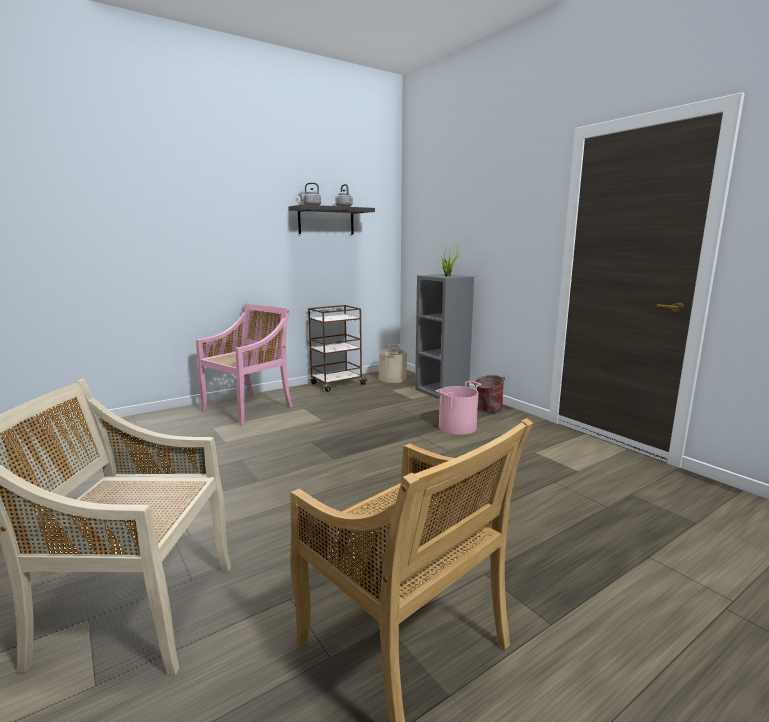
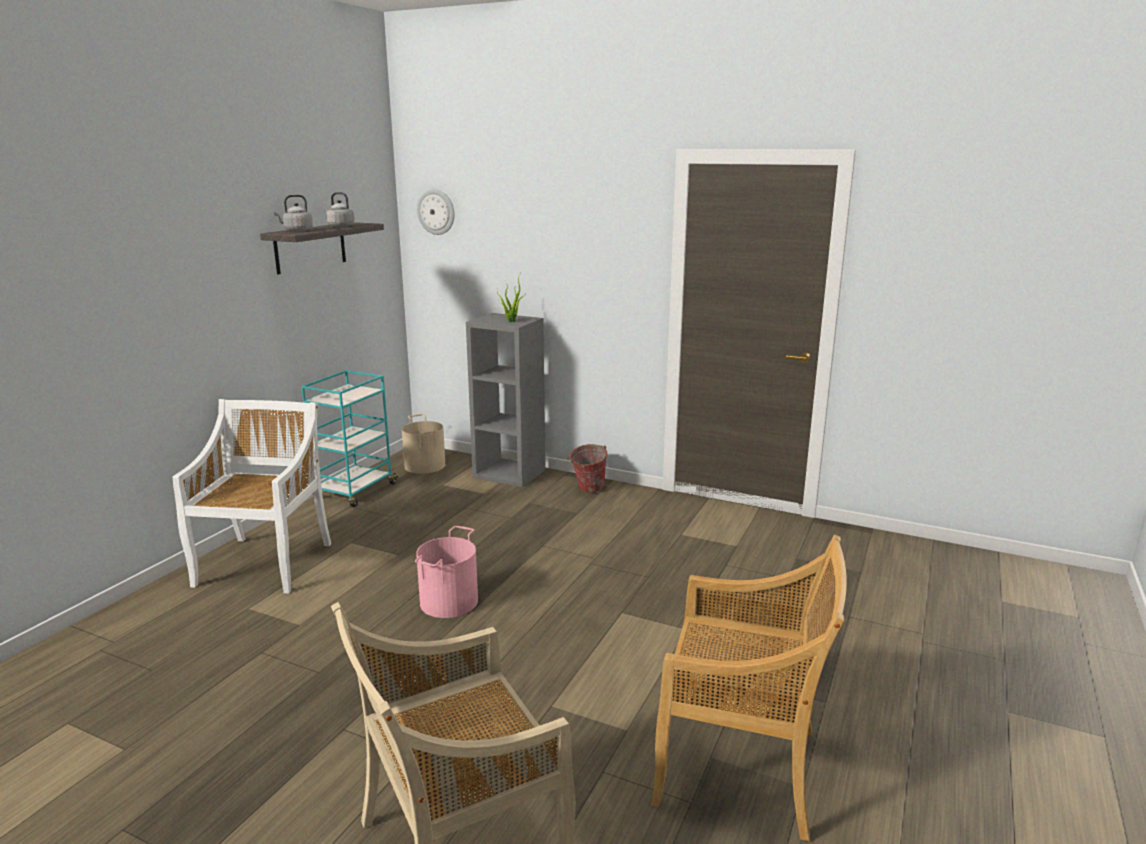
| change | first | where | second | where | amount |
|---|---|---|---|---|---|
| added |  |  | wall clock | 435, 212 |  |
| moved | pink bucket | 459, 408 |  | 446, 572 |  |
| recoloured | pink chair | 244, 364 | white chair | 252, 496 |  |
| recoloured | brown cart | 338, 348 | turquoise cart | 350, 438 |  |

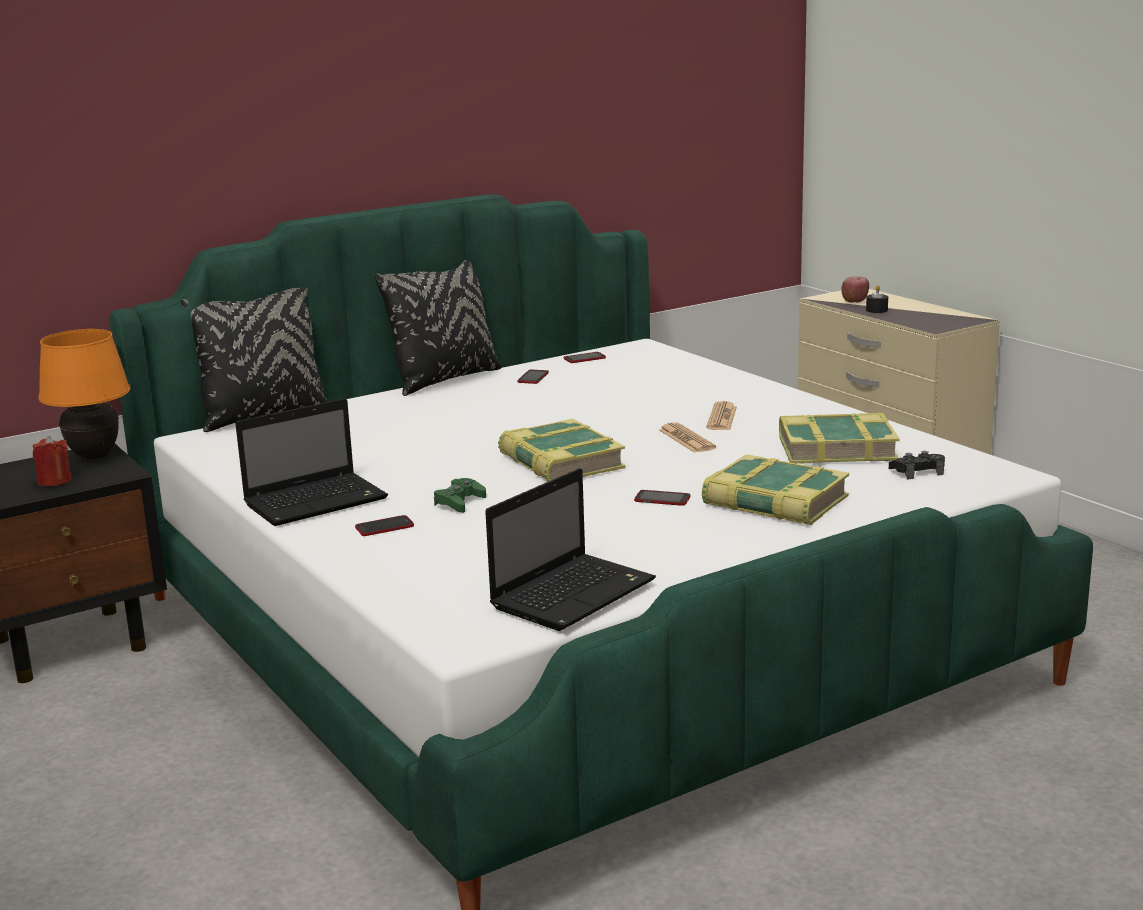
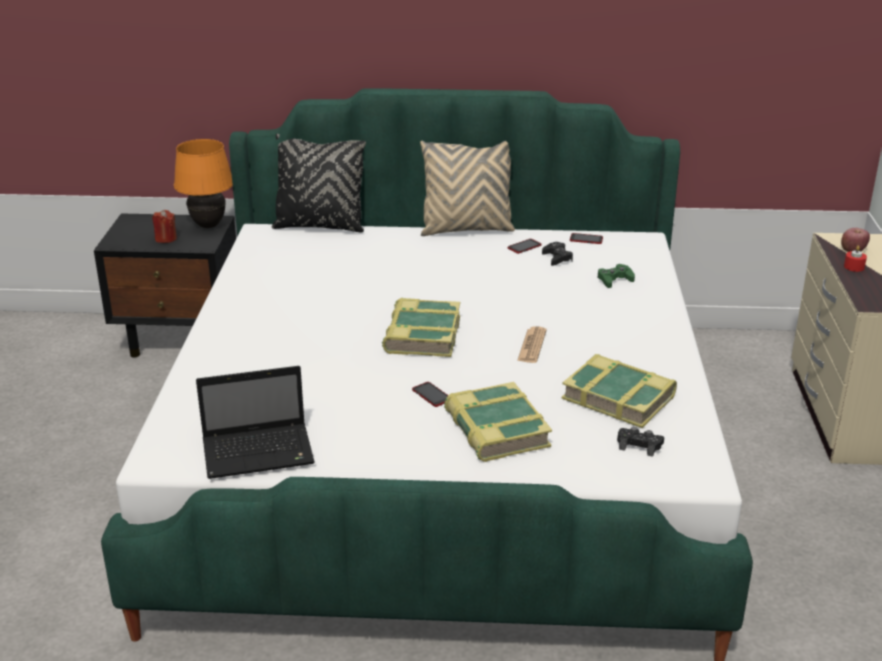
| change | first | where | second | where | amount |
|---|---|---|---|---|---|
| removed | laptop | 311, 462 |  |  |  |
| removed | phone | 384, 525 |  |  |  |
| removed | newspaper | 721, 415 |  |  |  |
| added |  |  | black game controller | 557, 254 |  |
| moved | green game controller | 460, 495 |  | 616, 276 |  |
| recoloured | black pillow | 438, 328 | beige pillow | 467, 188 |  |
| recoloured | black candle | 877, 299 | red candle | 855, 259 |  |

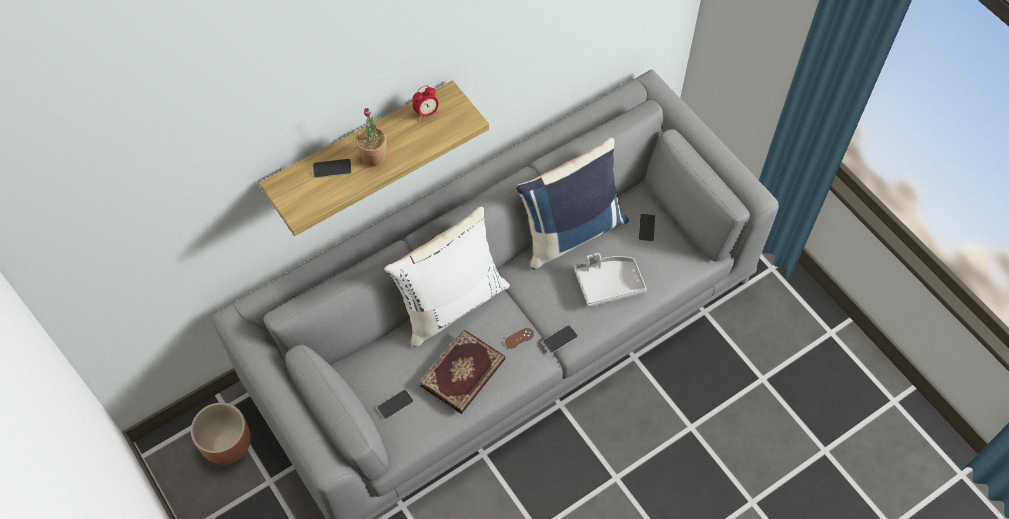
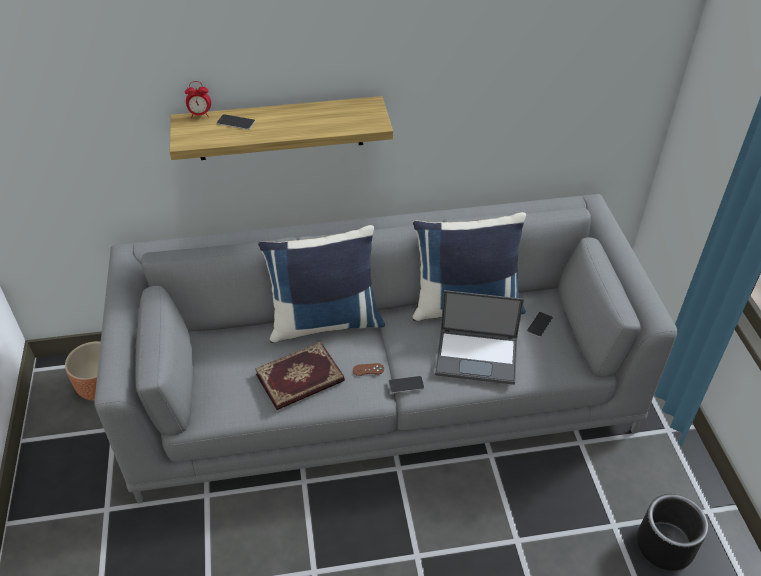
| change | first | where | second | where | amount |
|---|---|---|---|---|---|
| removed | potted plant | 371, 137 |  |  |  |
| removed | phone | 395, 405 |  |  |  |
| added |  |  | black planter | 672, 532 |  |
| moved | alarm clock | 426, 102 |  | 198, 100 |  |
| replaced | grey tray | 610, 280 | laptop | 479, 337 |  |
| recoloured | white pillow | 447, 277 | blue pillow | 321, 284 |  |

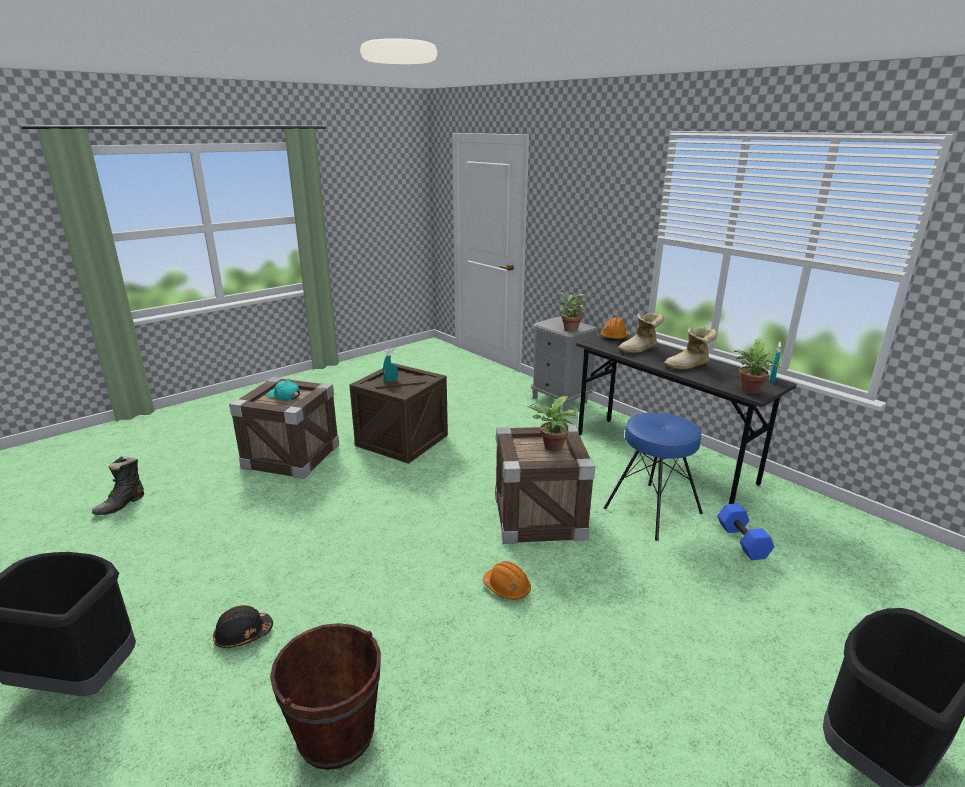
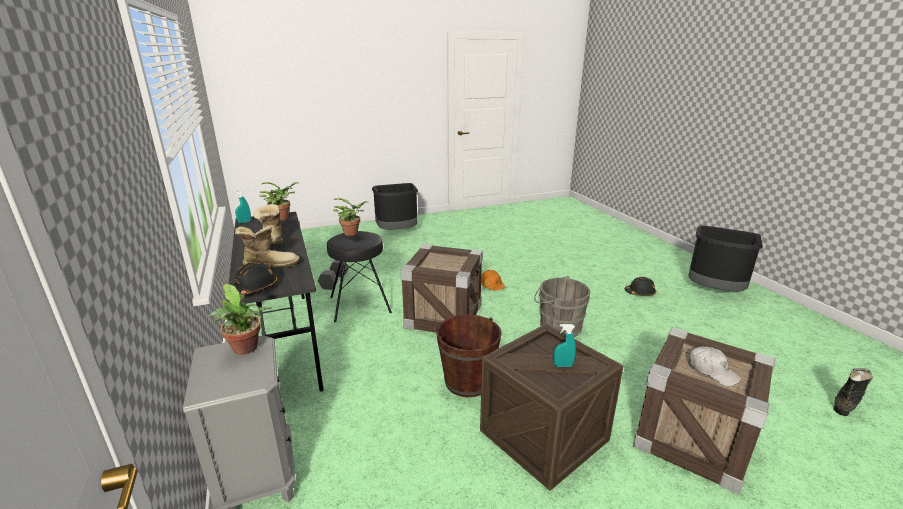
| change | first | where | second | where | amount |
|---|---|---|---|---|---|
| added |  |  | grey bucket | 562, 306 |  |
| moved | brown bucket | 325, 696 |  | 469, 356 |  |
| moved | potted plant | 551, 423 |  | 350, 217 |  |
| recoloured | turquoise cap | 283, 390 | white cap | 715, 366 |  |
| recoloured | orange hard hat | 614, 329 | black hard hat | 255, 278 |  |
| recoloured | blue stool | 653, 476 | black stool | 359, 276 |  |
| recoloured | blue dumbbell | 745, 531 | grey dumbbell | 333, 275 |  |
| turned | boot | 690, 348 |  | 268, 224 | 120 degrees counterclockwise |

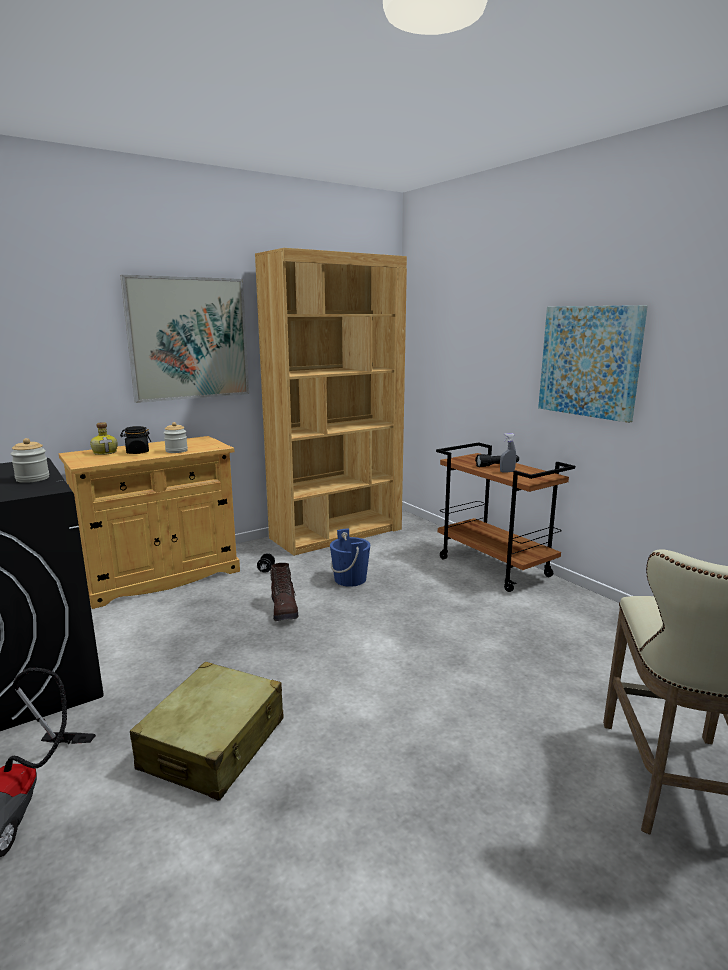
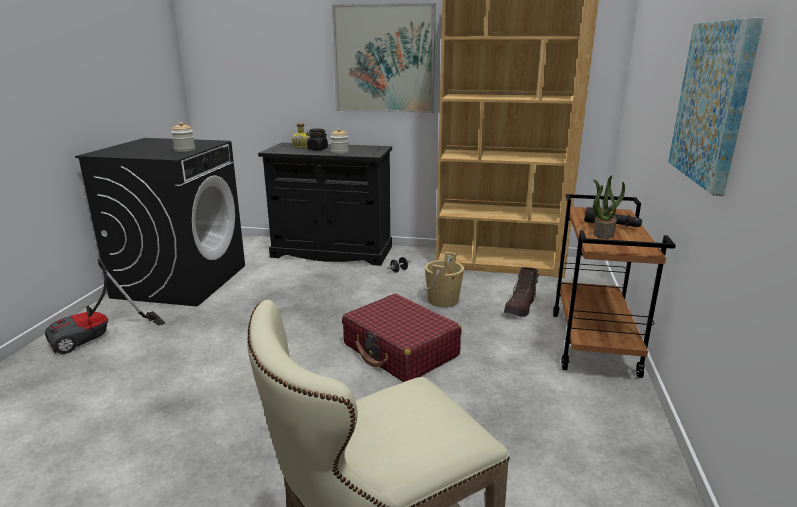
| change | first | where | second | where | amount |
|---|---|---|---|---|---|
| removed | beige suitcase | 206, 731 |  |  |  |
| added |  |  | red suitcase | 401, 338 |  |
| moved | brown boot | 284, 592 |  | 521, 292 |  |
| replaced | grey spray bottle | 508, 453 | potted plant | 609, 207 |  |
| recoloured | beige cabinet | 149, 522 | black cabinet | 325, 204 |  |
| recoloured | blue bucket | 350, 557 | beige bucket | 444, 280 |  |

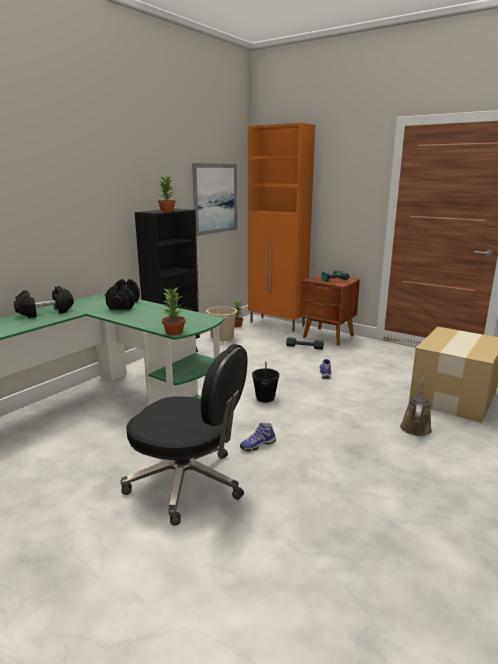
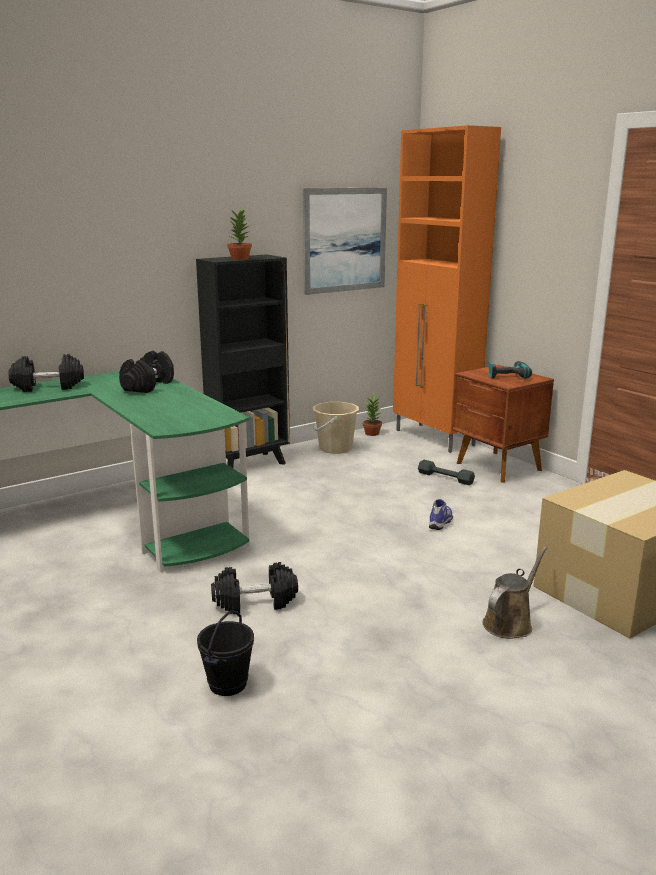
| change | first | where | second | where | amount |
|---|---|---|---|---|---|
| removed | black office chair | 184, 435 |  |  |  |
| removed | potted plant | 173, 311 |  |  |  |
| moved | black bucket | 265, 382 |  | 225, 653 |  |
| replaced | shoe | 258, 437 | black dumbbell | 254, 588 |  |

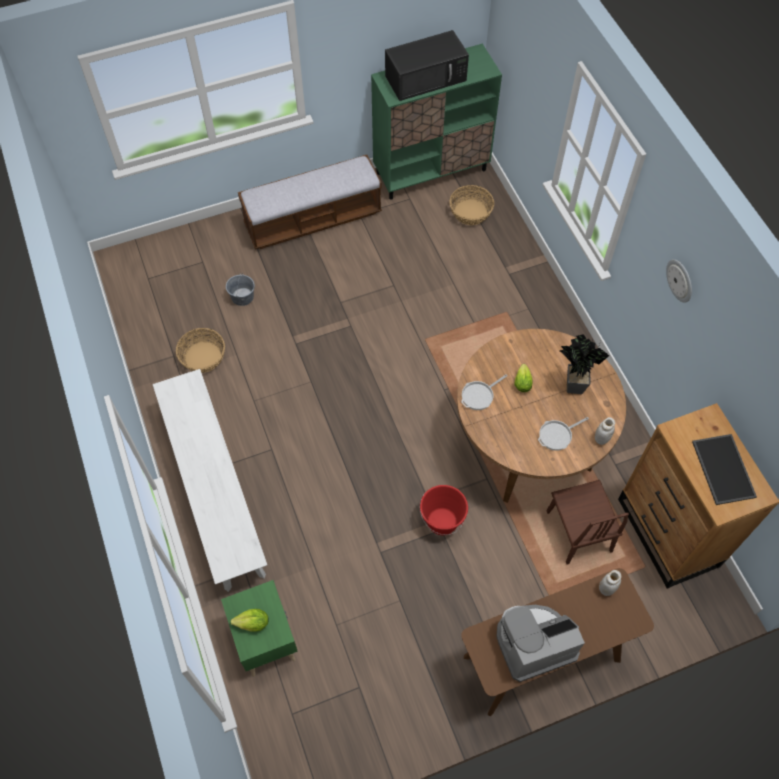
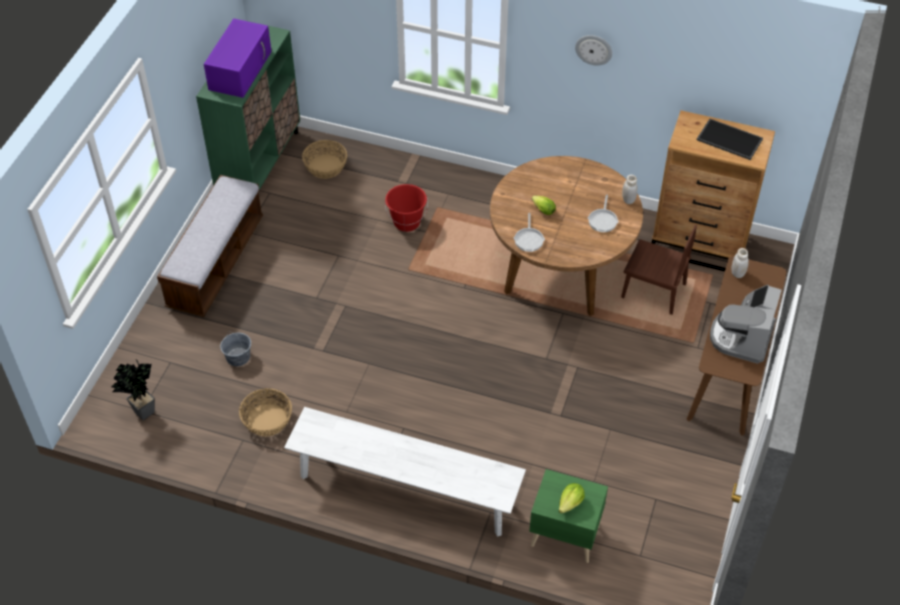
| change | first | where | second | where | amount |
|---|---|---|---|---|---|
| moved | red bucket | 444, 510 |  | 406, 208 |  |
| moved | potted plant | 585, 364 |  | 133, 389 |  |
| recoloured | black microwave | 427, 65 | purple microwave | 238, 58 |  |

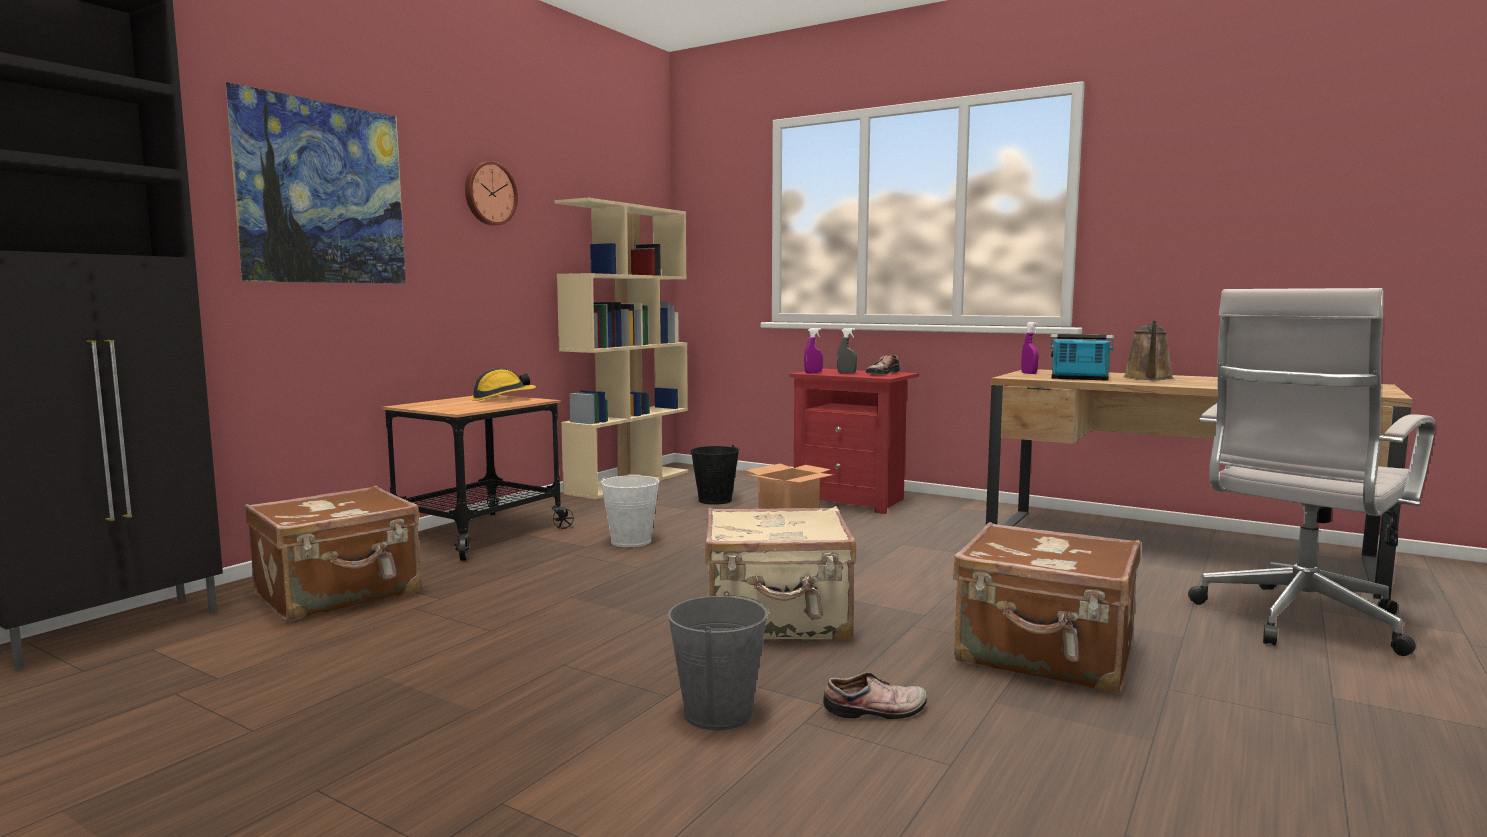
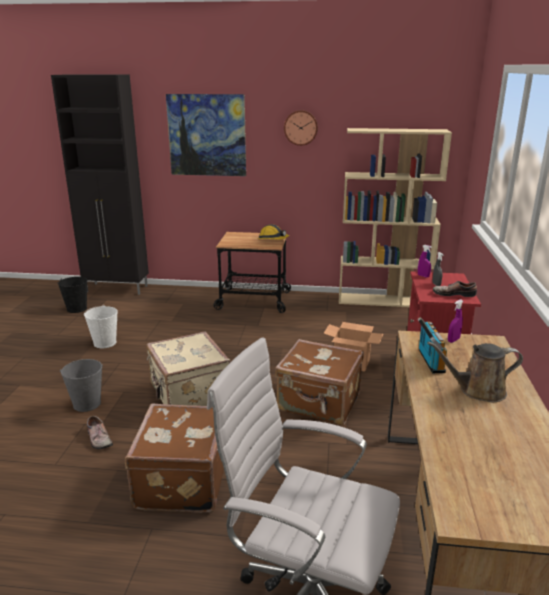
| change | first | where | second | where | amount |
|---|---|---|---|---|---|
| moved | brown suitcase | 333, 553 |  | 319, 382 |  |
| moved | white bucket | 630, 511 |  | 101, 326 |  |
| moved | black bucket | 715, 475 |  | 73, 295 |  |

